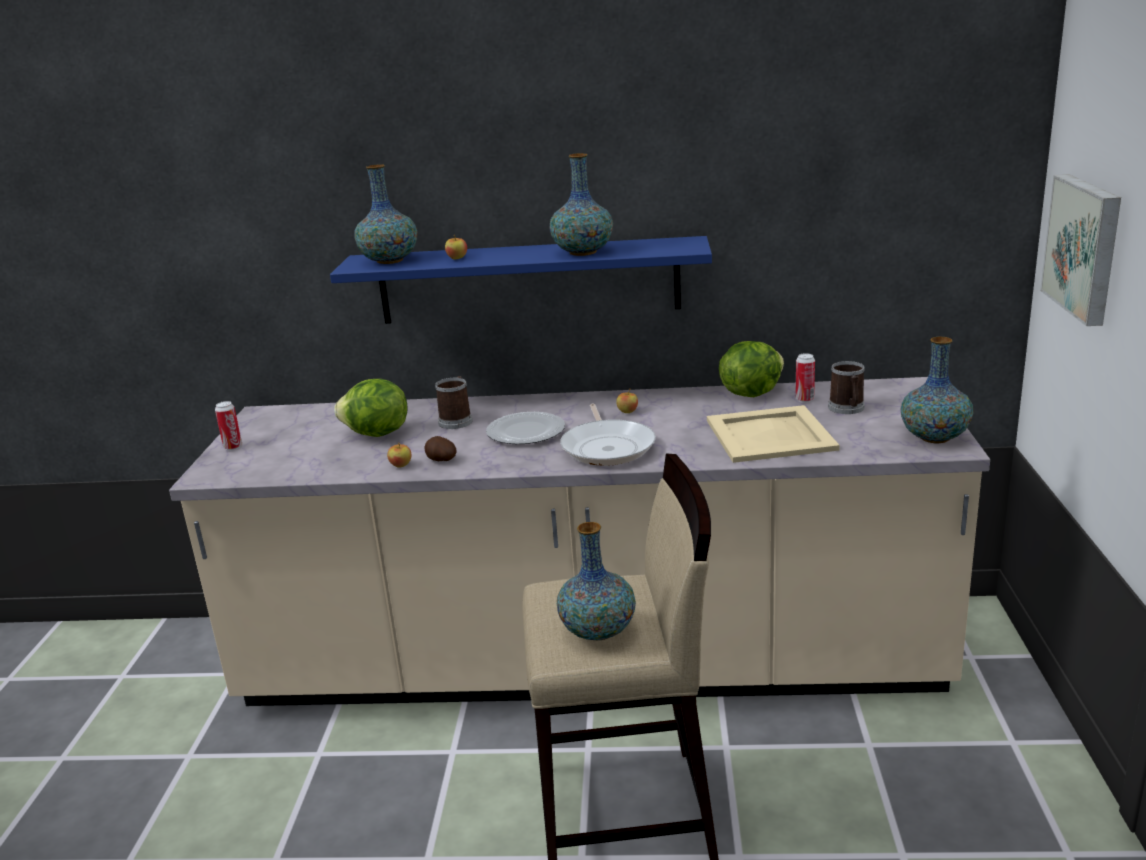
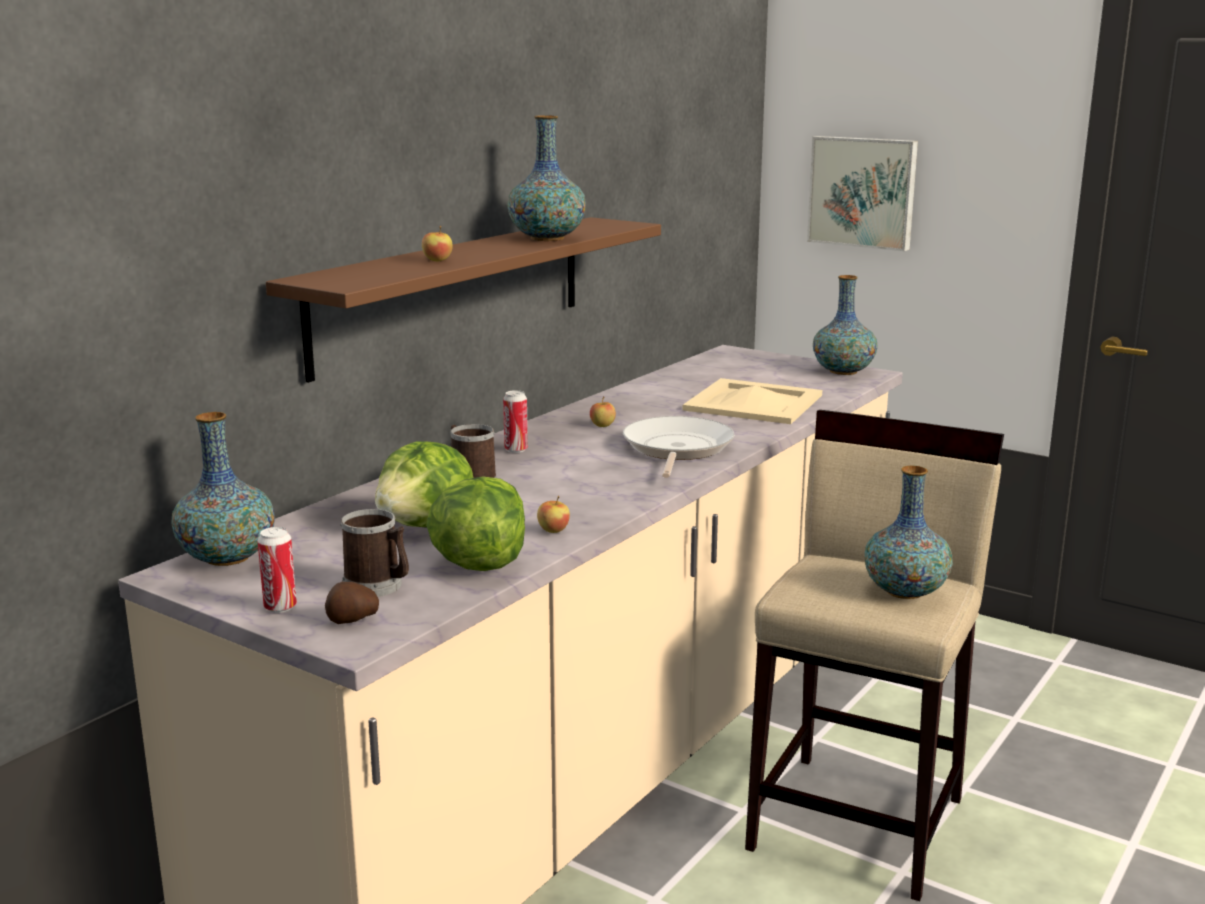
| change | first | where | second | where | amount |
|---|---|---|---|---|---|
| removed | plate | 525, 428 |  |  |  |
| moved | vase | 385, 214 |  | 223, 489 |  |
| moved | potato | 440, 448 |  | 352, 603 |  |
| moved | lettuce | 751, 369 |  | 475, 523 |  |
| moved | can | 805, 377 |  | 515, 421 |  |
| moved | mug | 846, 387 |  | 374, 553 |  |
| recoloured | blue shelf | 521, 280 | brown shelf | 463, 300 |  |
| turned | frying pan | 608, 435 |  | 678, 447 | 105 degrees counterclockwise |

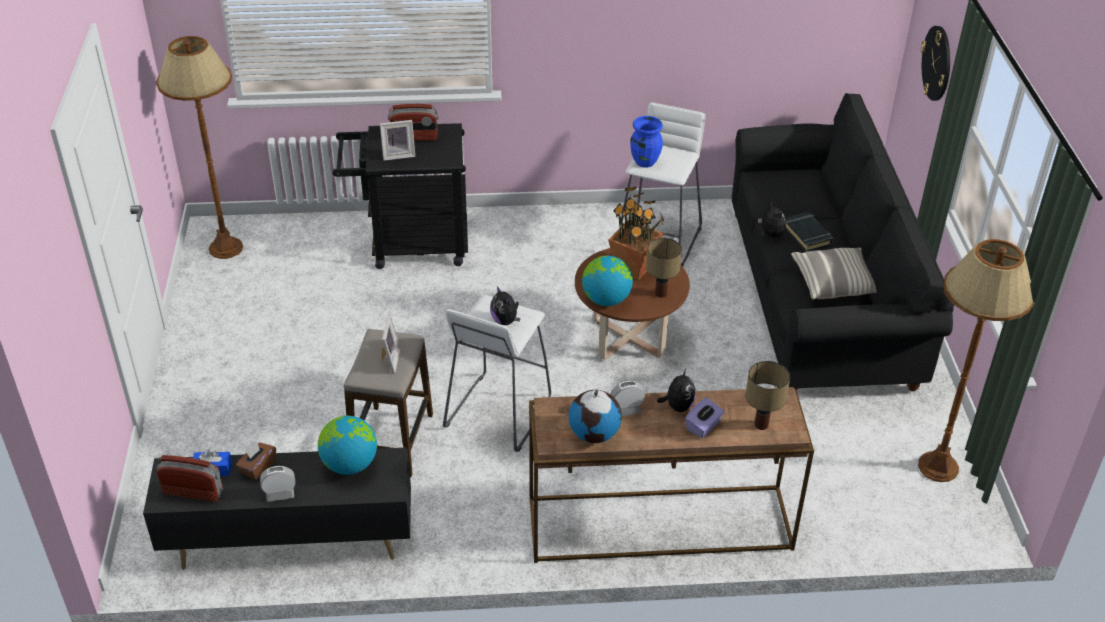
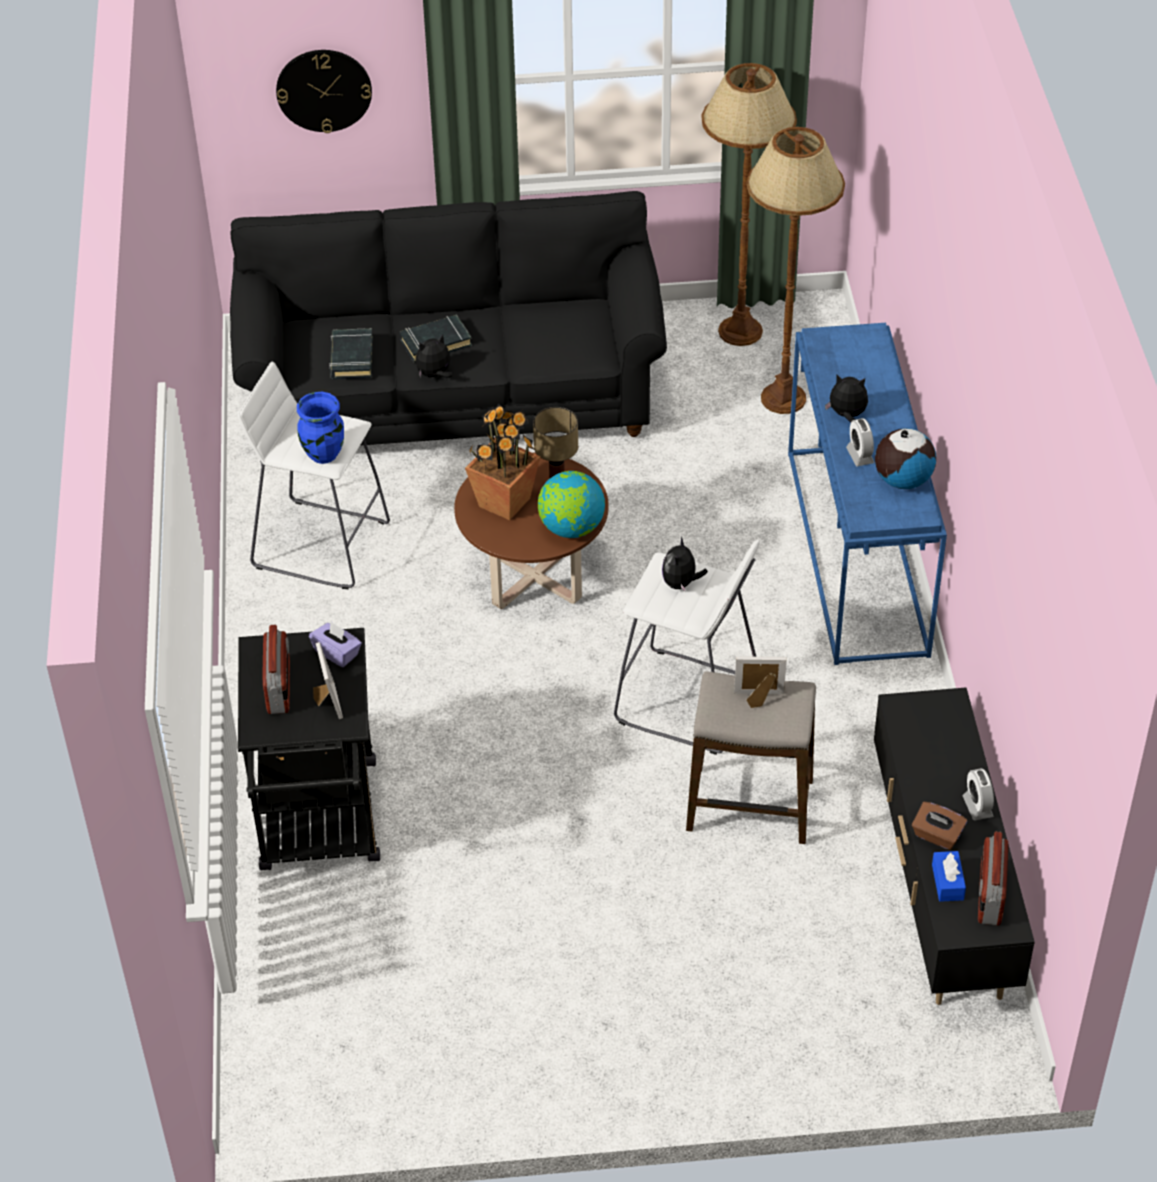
| change | first | where | second | where | amount |
|---|---|---|---|---|---|
| removed | globe | 347, 445 |  |  |  |
| removed | table lamp | 767, 395 |  |  |  |
| removed | pillow | 834, 274 |  |  |  |
| added |  |  | black book | 351, 354 |  |
| moved | brown floor lamp | 199, 147 |  | 795, 270 |  |
| moved | purple tissue box | 704, 418 |  | 335, 644 |  |
| recoloured | brown console table | 671, 475 | blue console table | 867, 494 |  |
| turned | plush toy | 505, 305 |  | 685, 564 | 135 degrees clockwise |

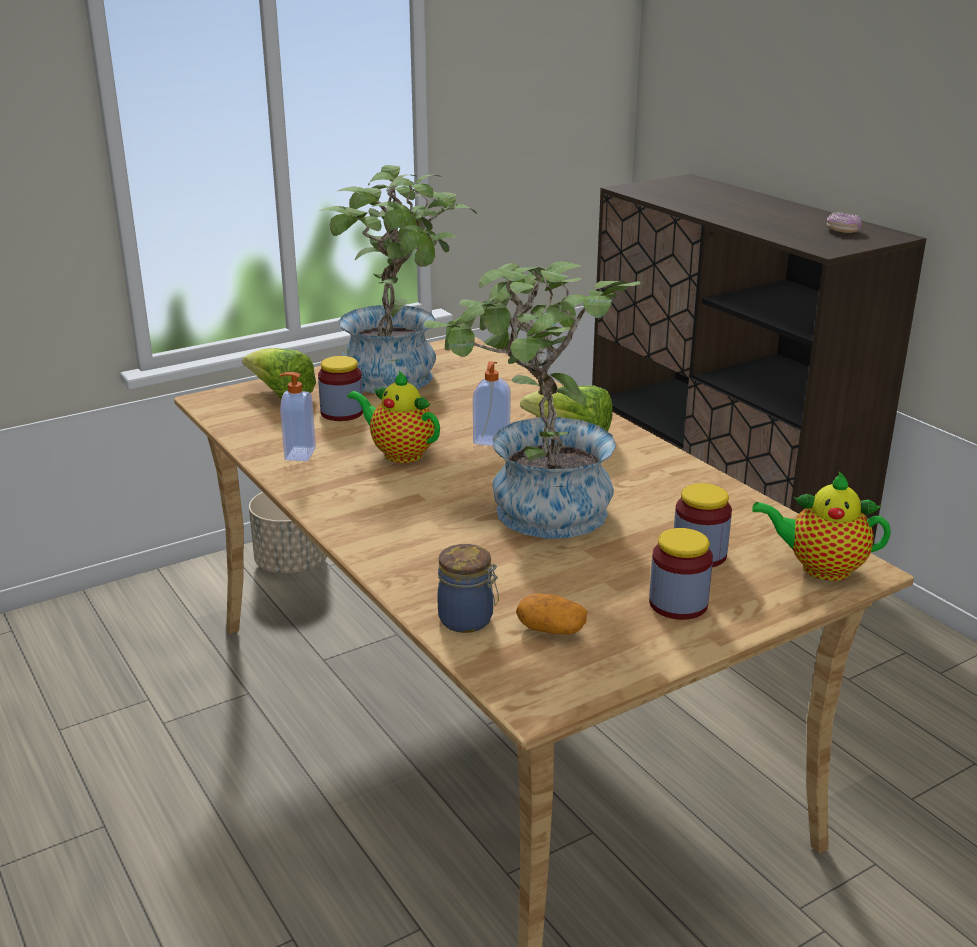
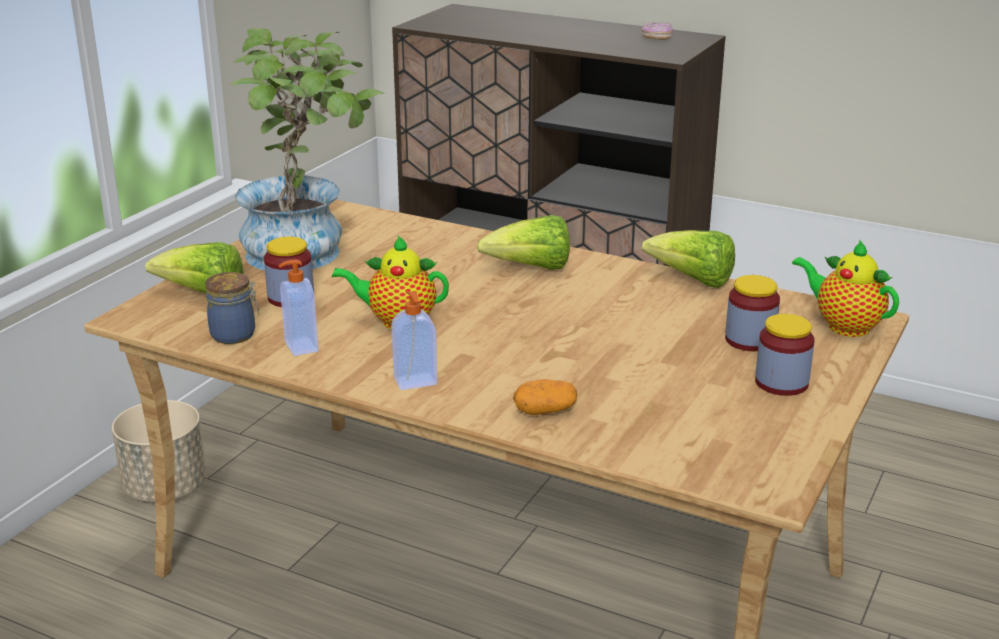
| change | first | where | second | where | amount |
|---|---|---|---|---|---|
| removed | potted plant | 532, 400 |  |  |  |
| added |  |  | lettuce | 688, 259 |  |
| moved | jar | 468, 588 |  | 232, 308 |  |
| moved | soap dispenser | 492, 403 |  | 414, 340 |  |
| moved | potato | 551, 613 |  | 545, 397 |  |
| turned | teapot | 821, 526 |  | 845, 288 | 60 degrees clockwise |

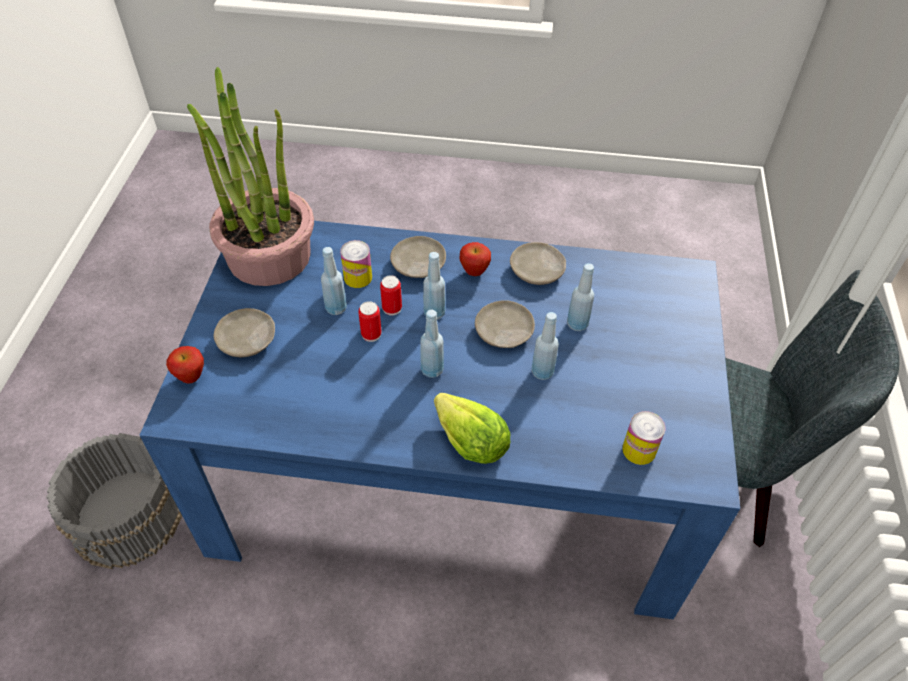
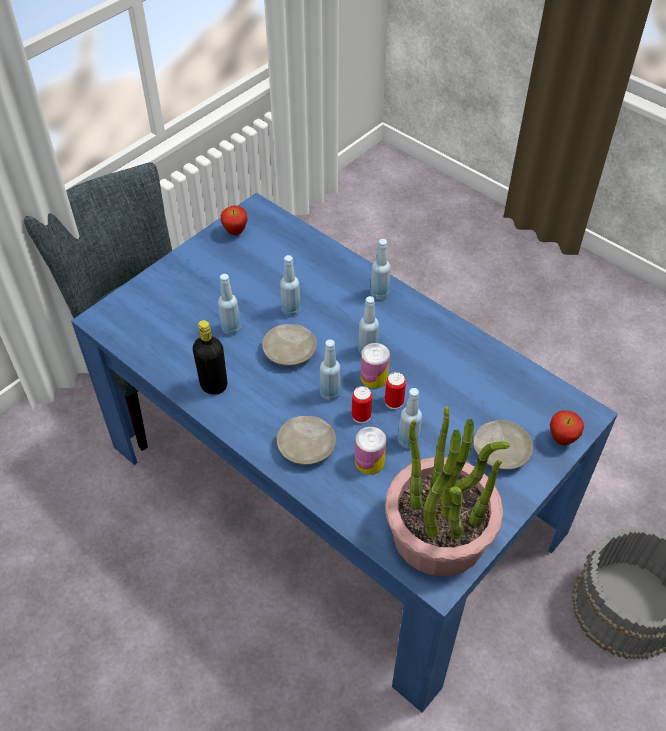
| change | first | where | second | where | amount |
|---|---|---|---|---|---|
| moved | apple | 475, 259 |  | 234, 220 |  |
| moved | can | 643, 438 |  | 375, 365 |  |
| replaced | lettuce | 472, 428 | blue bottle | 380, 269 |  |
| replaced | beige plate | 538, 263 | black bottle | 210, 357 |  |

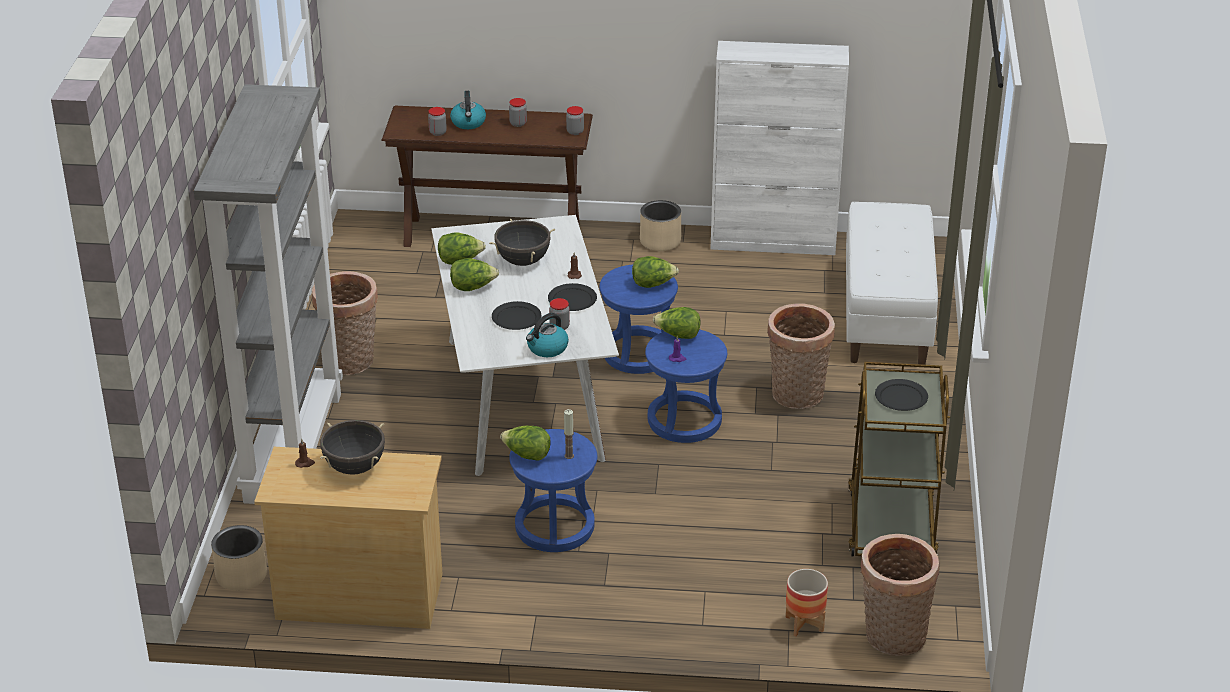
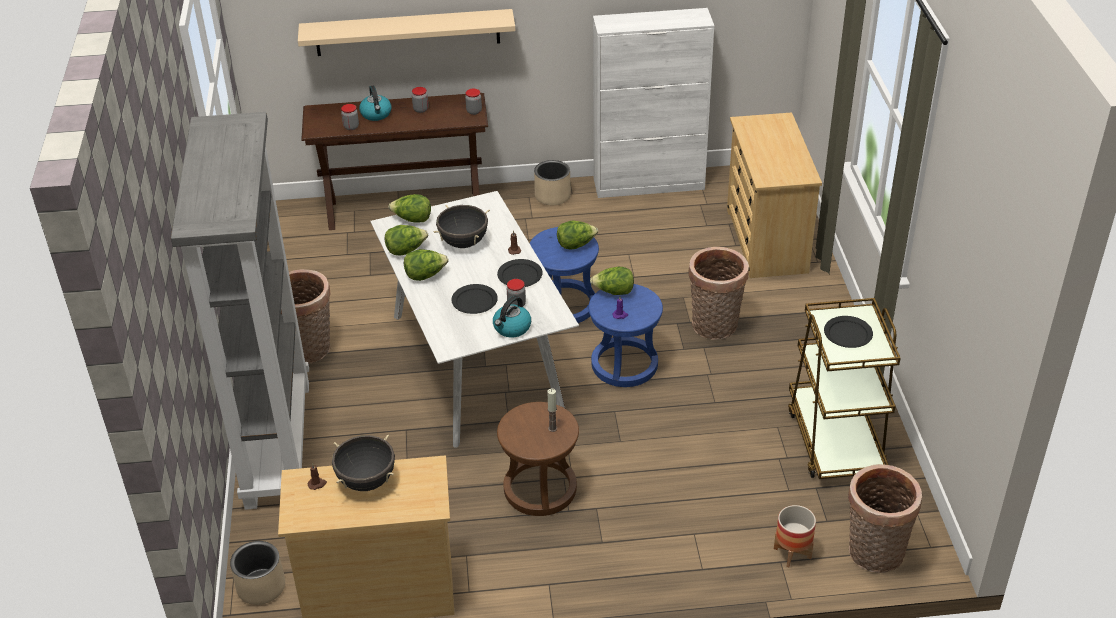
| change | first | where | second | where | amount |
|---|---|---|---|---|---|
| added |  |  | beige shelf | 406, 32 |  |
| moved | lettuce | 525, 443 |  | 410, 208 |  |
| replaced | white bench | 892, 283 | beige dresser | 774, 195 |  |
| recoloured | blue stool | 553, 490 | brown stool | 538, 459 |  |

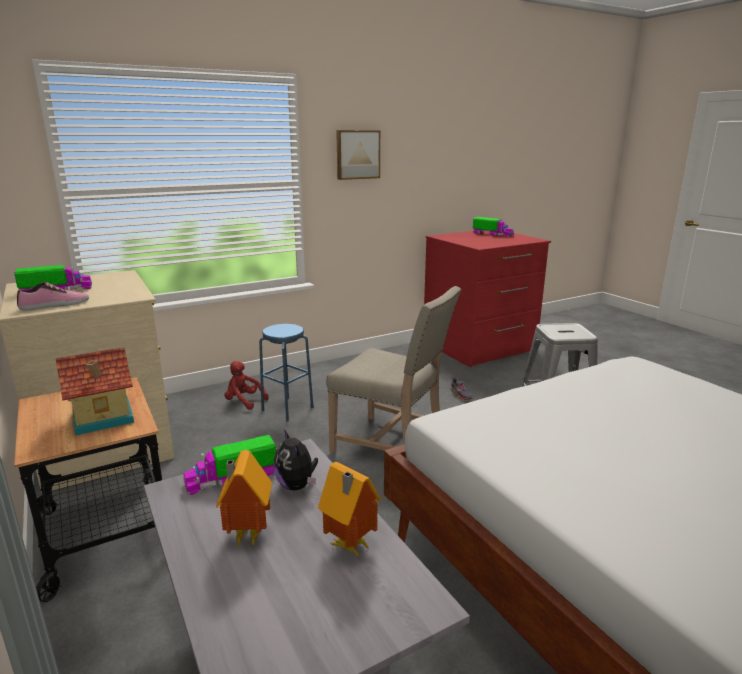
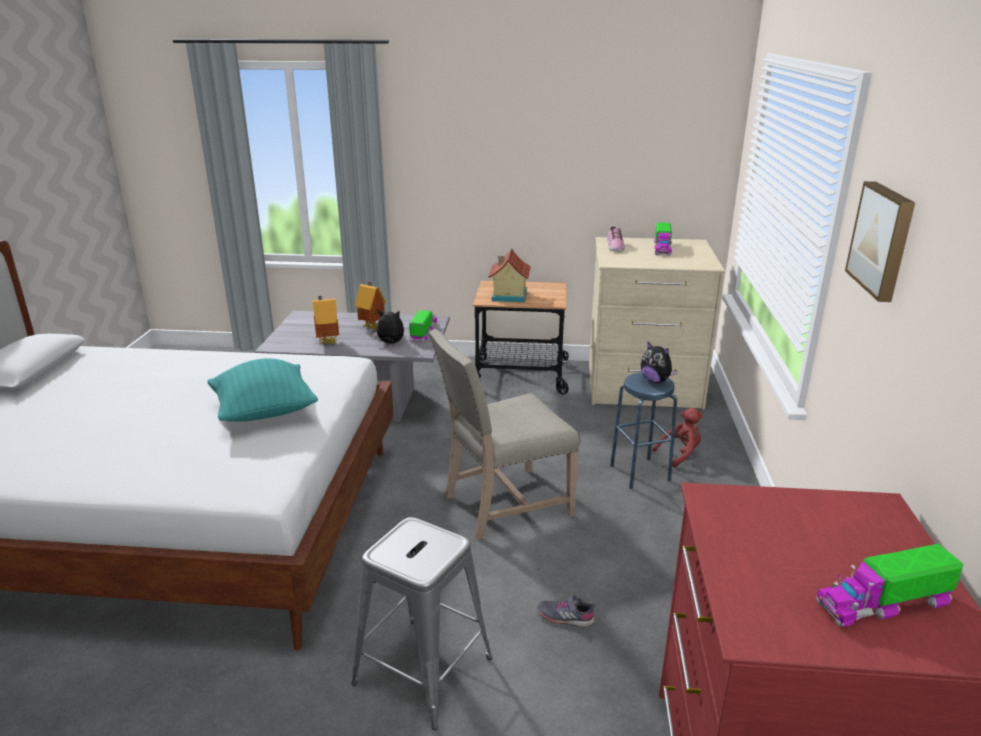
| change | first | where | second | where | amount |
|---|---|---|---|---|---|
| added |  |  | turquoise pillow | 263, 389 |  |
| added |  |  | plush toy | 659, 362 |  |

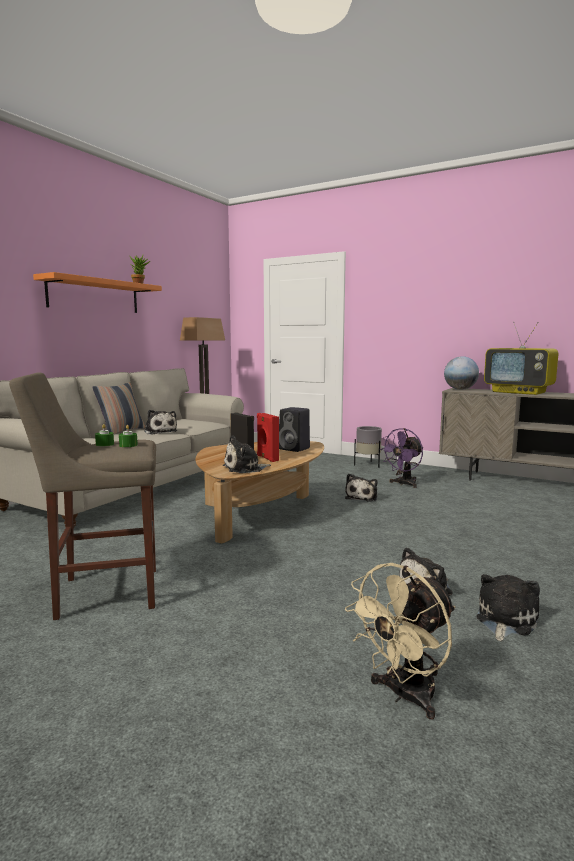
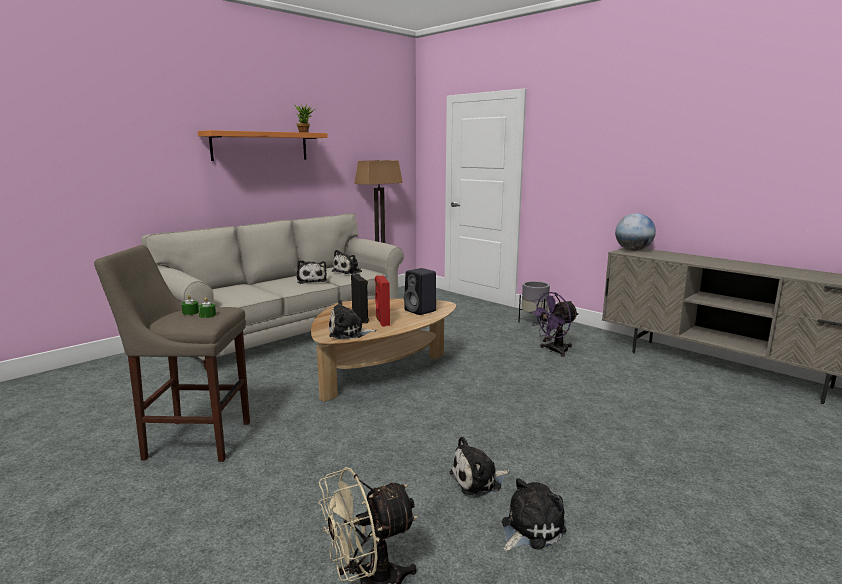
| change | first | where | second | where | amount |
|---|---|---|---|---|---|
| removed | pillow | 118, 408 |  |  |  |
| removed | television | 521, 358 |  |  |  |
| moved | plush toy | 361, 487 |  | 347, 262 |  |

